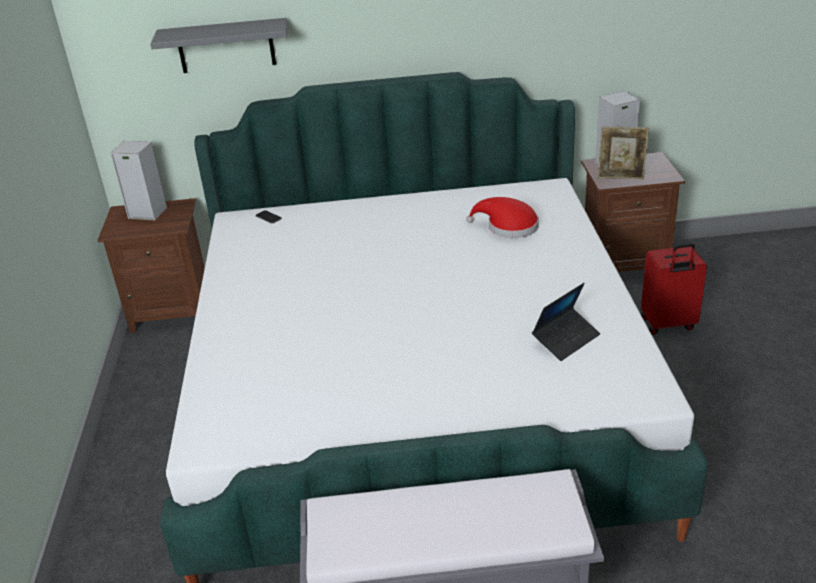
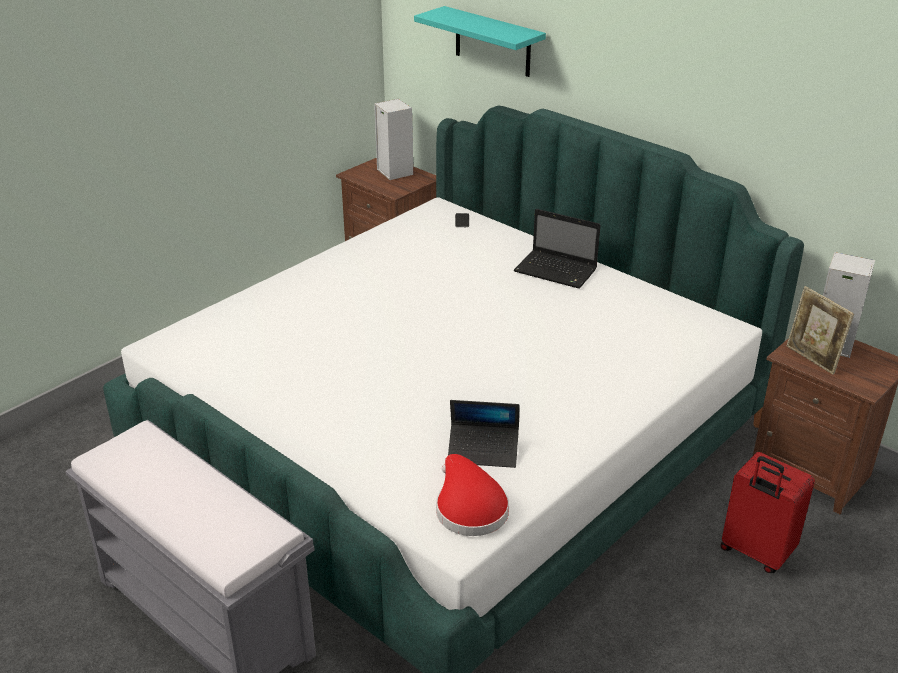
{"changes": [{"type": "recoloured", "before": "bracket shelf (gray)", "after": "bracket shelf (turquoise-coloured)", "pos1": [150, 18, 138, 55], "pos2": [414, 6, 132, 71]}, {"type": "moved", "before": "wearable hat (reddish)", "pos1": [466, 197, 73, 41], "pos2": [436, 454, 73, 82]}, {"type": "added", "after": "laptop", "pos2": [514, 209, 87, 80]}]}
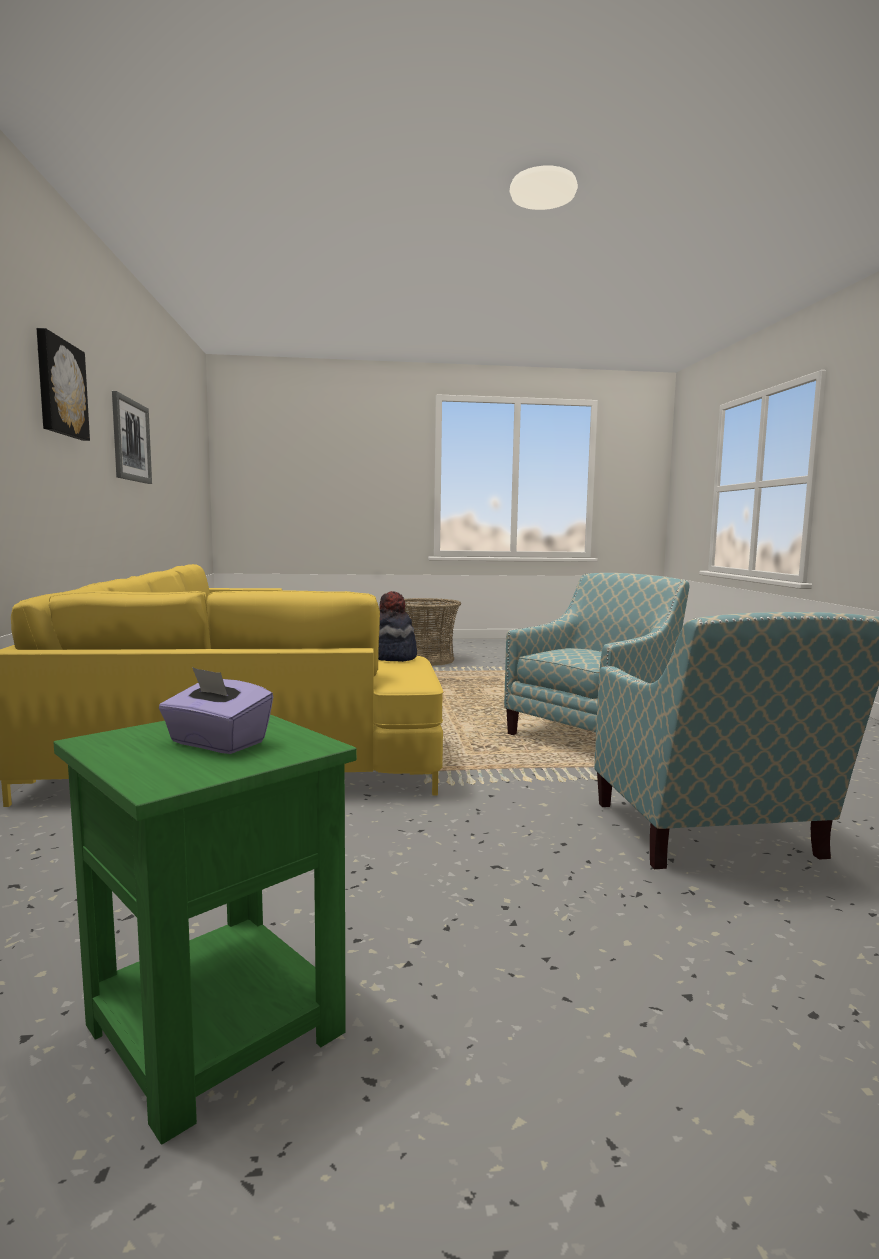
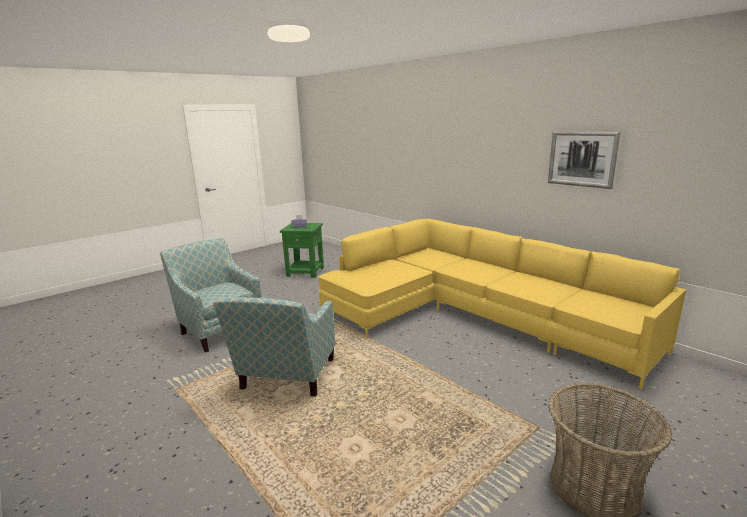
{"changes": [{"type": "removed", "before": "wall picture", "pos1": [36, 328, 54, 113]}, {"type": "removed", "before": "wearable hat", "pos1": [378, 591, 39, 71]}]}
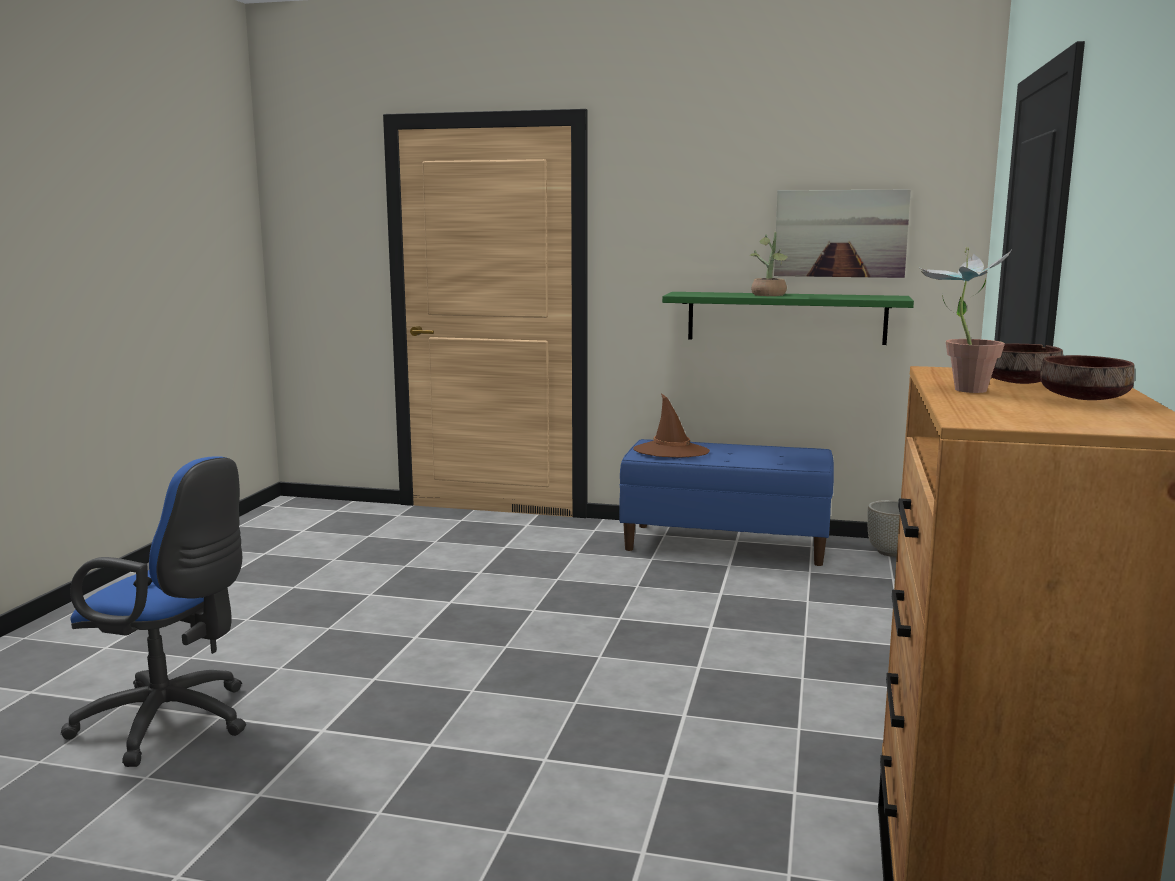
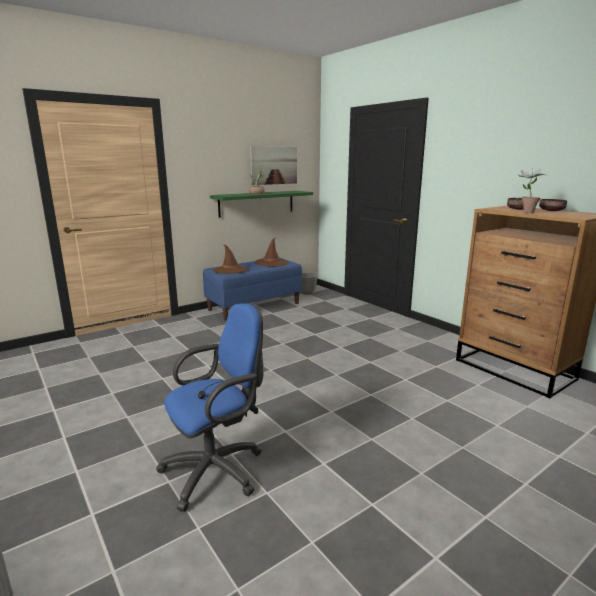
{"changes": [{"type": "added", "after": "wearable hat (brownish)", "pos2": [255, 238, 33, 29]}]}
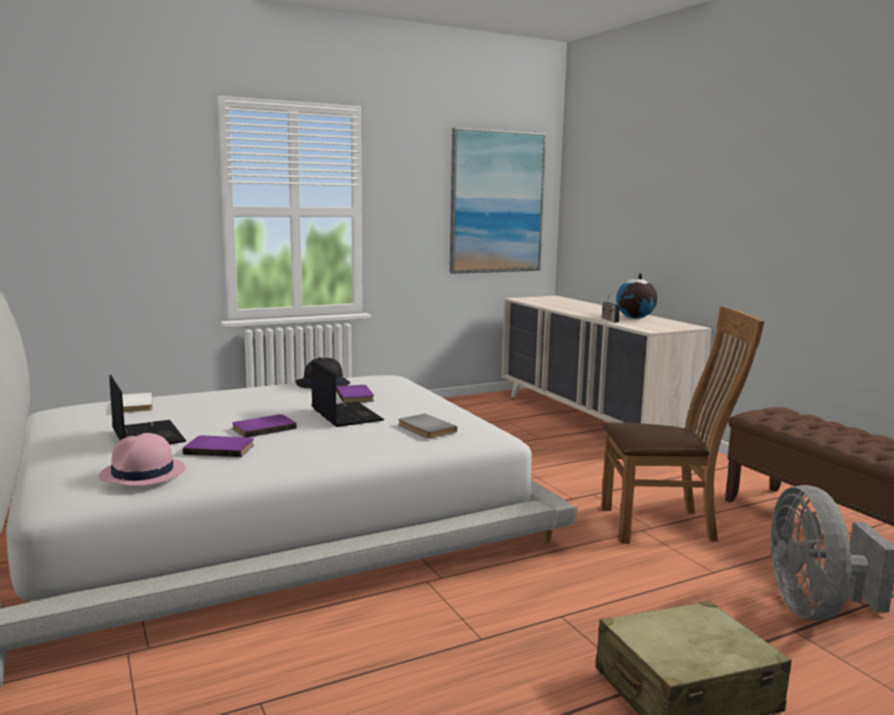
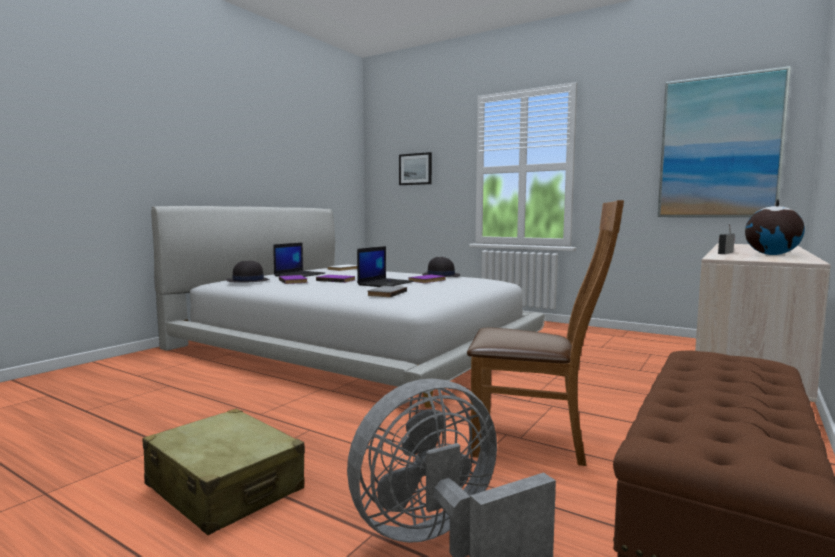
{"changes": [{"type": "recoloured", "before": "wearable hat (pink)", "after": "wearable hat (black)", "pos1": [98, 433, 88, 53], "pos2": [226, 261, 43, 22]}, {"type": "added", "after": "wall picture", "pos2": [399, 152, 33, 33]}, {"type": "turned", "before": "chair (brownish)", "pos1": [601, 306, 163, 238], "pos2": [467, 200, 157, 266], "turn": -45}]}
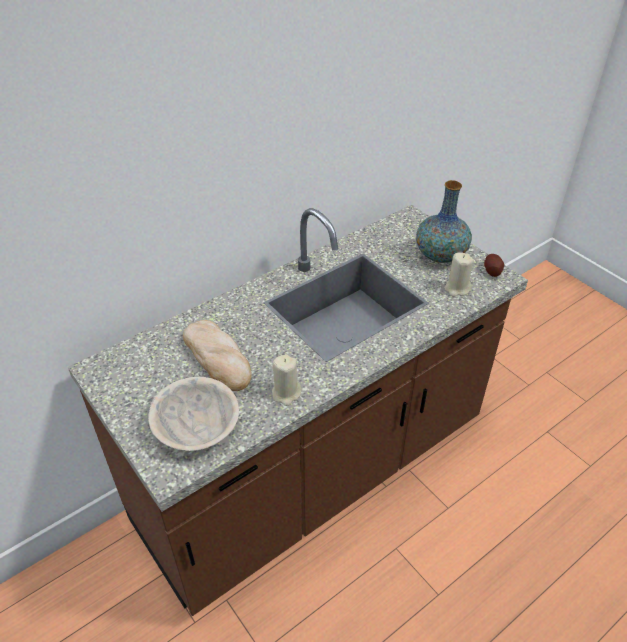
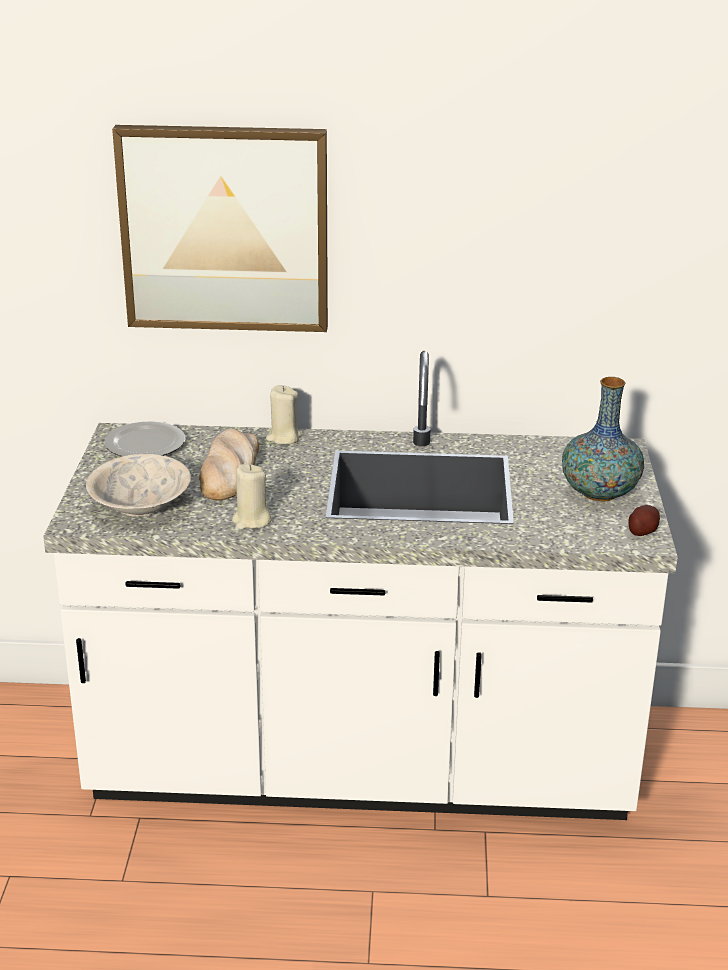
{"changes": [{"type": "recoloured", "before": "counter (brownish)", "after": "counter (whitish)", "pos1": [68, 205, 460, 411], "pos2": [43, 351, 635, 469]}, {"type": "added", "after": "flat dish", "pos2": [104, 421, 81, 36]}, {"type": "added", "after": "wall picture", "pos2": [112, 125, 216, 207]}, {"type": "moved", "before": "candle (beige)", "pos1": [444, 252, 30, 45], "pos2": [266, 385, 36, 60]}]}
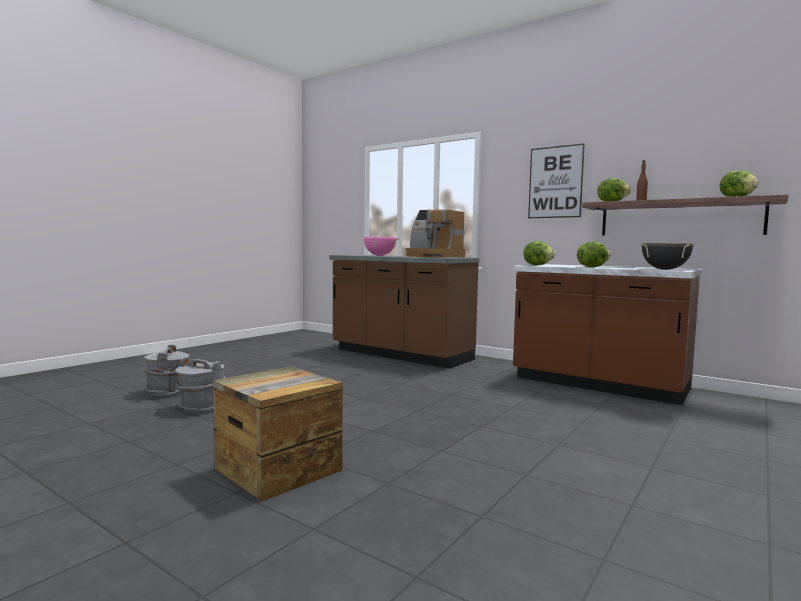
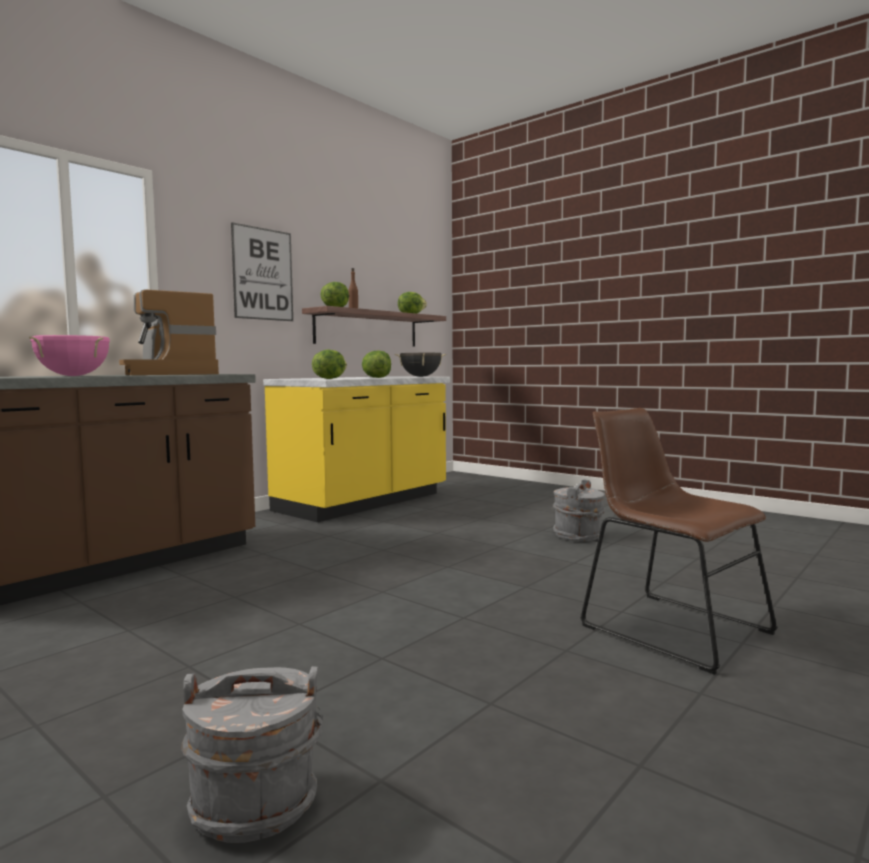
{"changes": [{"type": "turned", "before": "coffee maker", "pos1": [406, 209, 59, 49], "pos2": [119, 289, 100, 86], "turn": 105}, {"type": "recoloured", "before": "counter (brownish)", "after": "counter (yellow-coloured)", "pos1": [513, 264, 189, 141], "pos2": [263, 376, 187, 146]}, {"type": "moved", "before": "pail (gray)", "pos1": [175, 357, 50, 57], "pos2": [553, 479, 52, 62]}, {"type": "replaced", "before": "crate", "after": "chair (brownish)", "pos1": [213, 366, 130, 136], "pos2": [580, 408, 198, 267]}]}
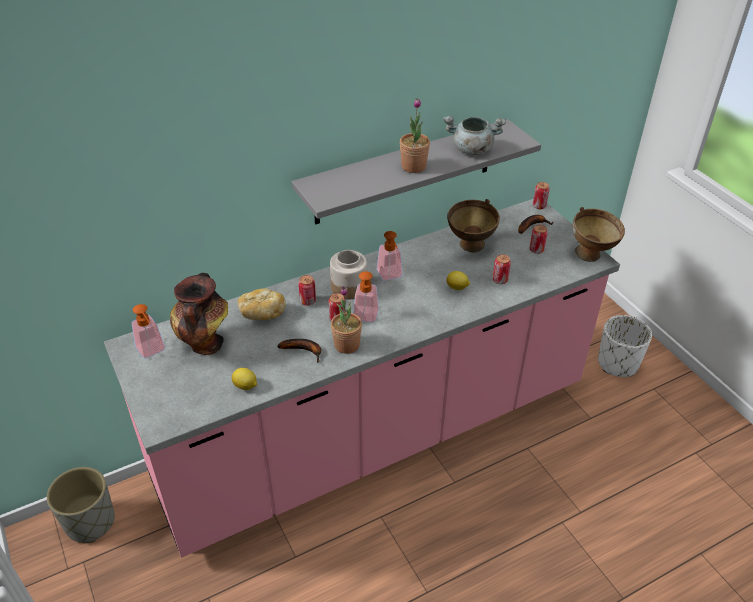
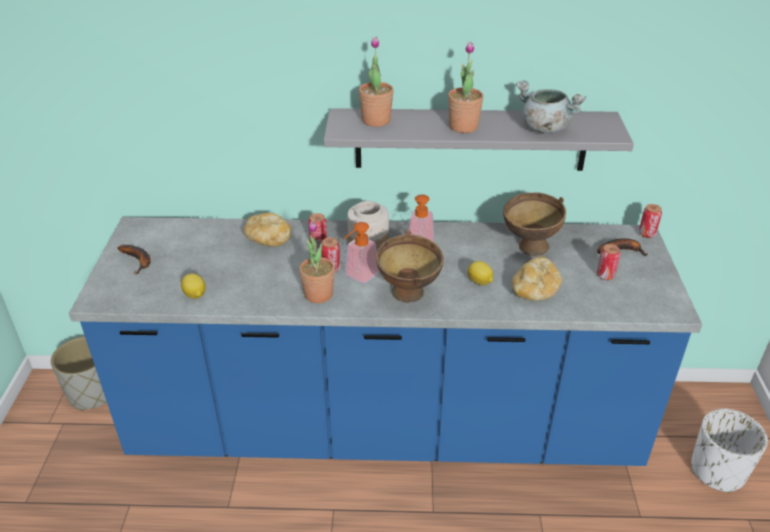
{"changes": [{"type": "recoloured", "before": "counter (pink)", "after": "counter (bluish)", "pos1": [104, 199, 516, 359], "pos2": [69, 217, 633, 249]}, {"type": "moved", "before": "banana", "pos1": [277, 339, 44, 24], "pos2": [117, 245, 34, 29]}, {"type": "added", "after": "potted plant", "pos2": [359, 37, 35, 90]}, {"type": "moved", "before": "bowl (brownish)", "pos1": [572, 207, 53, 55], "pos2": [376, 230, 68, 73]}, {"type": "replaced", "before": "metal can", "after": "bread", "pos1": [493, 254, 18, 30], "pos2": [512, 257, 50, 44]}, {"type": "removed", "before": "soap bottle", "pos1": [132, 304, 33, 54]}, {"type": "removed", "before": "decorative vase", "pos1": [170, 273, 58, 82]}]}
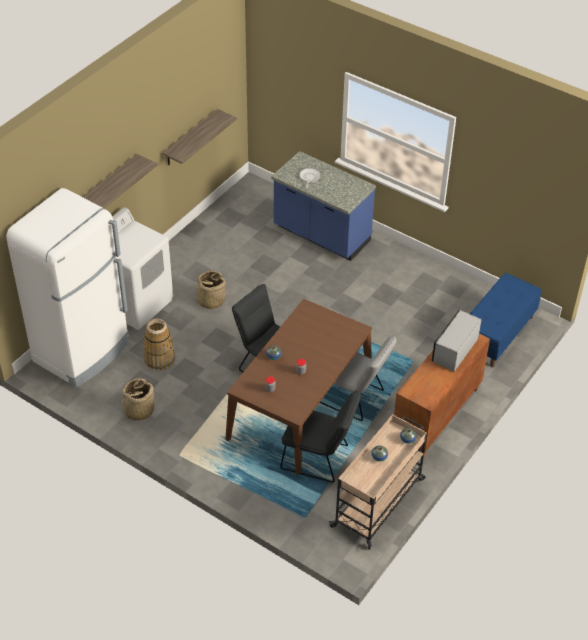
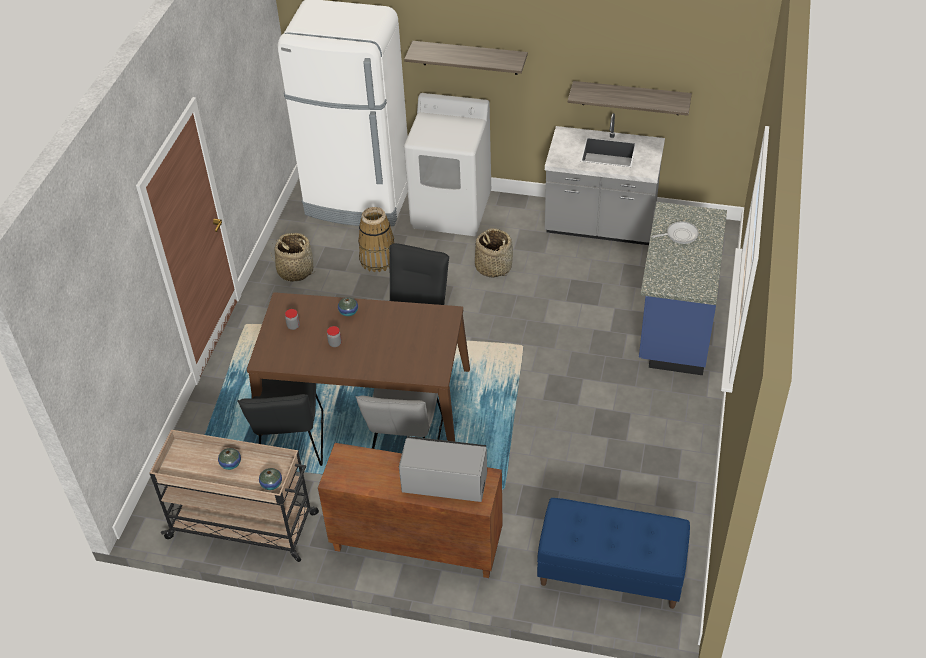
{"changes": [{"type": "added", "after": "counter (gray)", "pos2": [545, 113, 120, 132]}]}
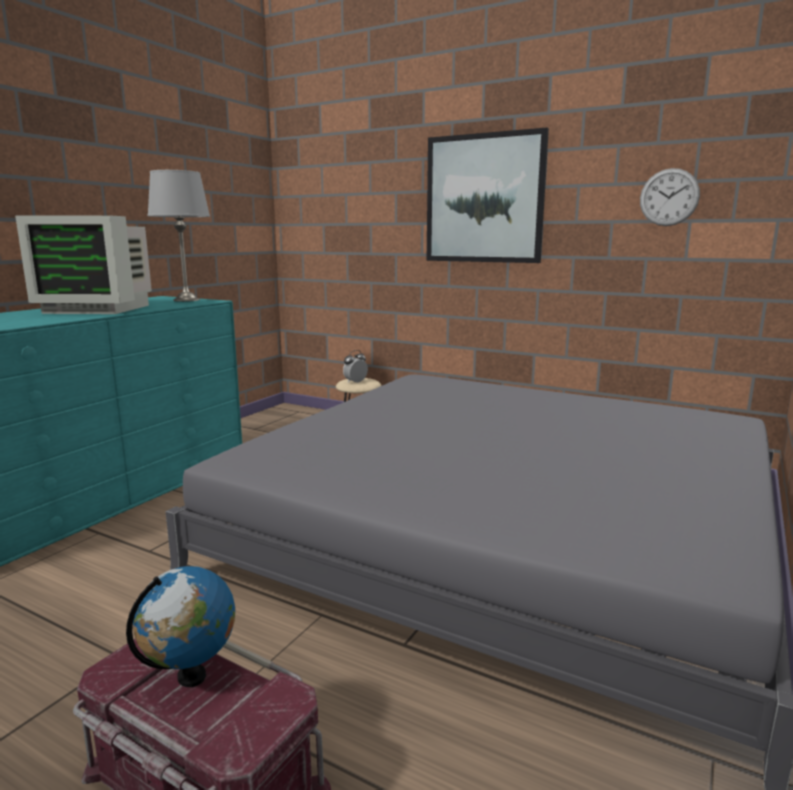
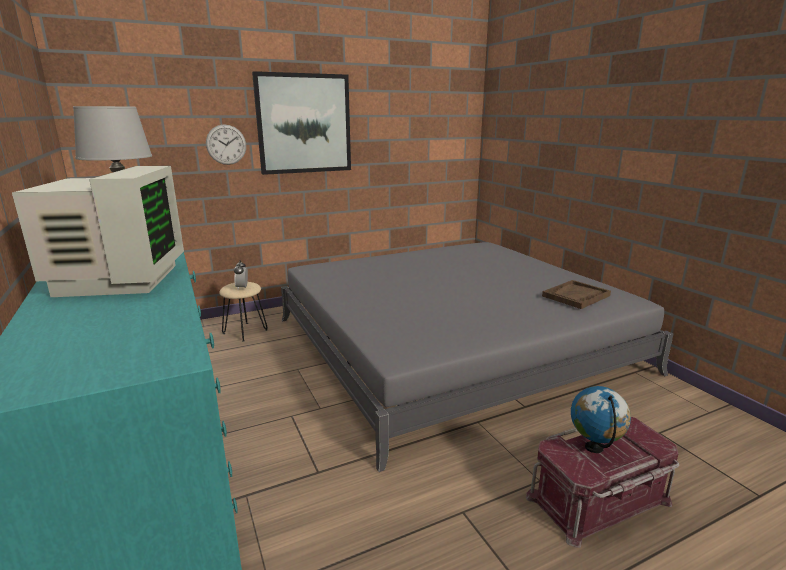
{"changes": [{"type": "turned", "before": "monitor", "pos1": [15, 215, 137, 99], "pos2": [12, 166, 172, 131], "turn": -45}, {"type": "moved", "before": "hanging clock", "pos1": [640, 168, 60, 58], "pos2": [206, 125, 40, 40]}, {"type": "added", "after": "serving tray (brownish)", "pos2": [542, 280, 69, 29]}]}
